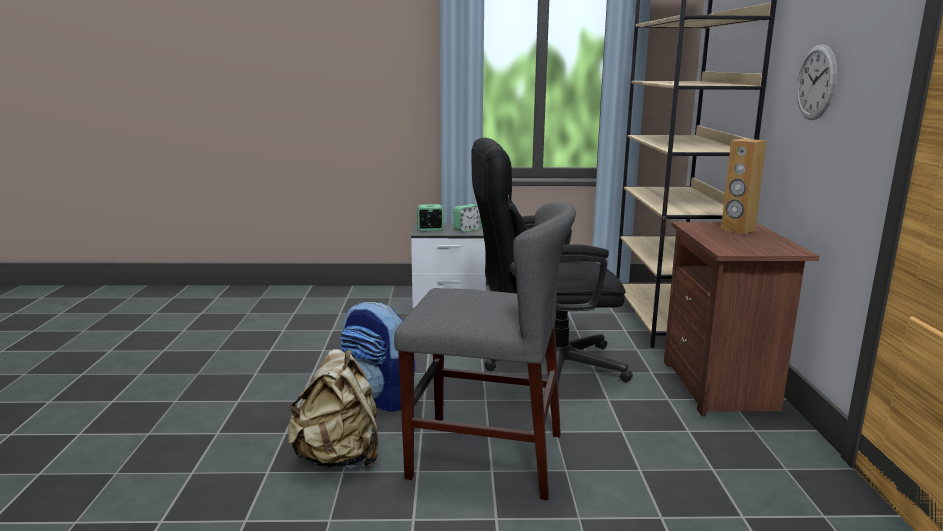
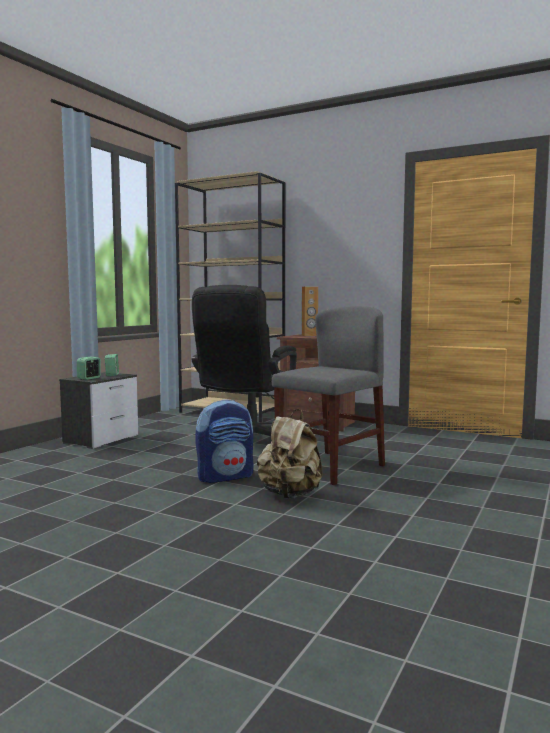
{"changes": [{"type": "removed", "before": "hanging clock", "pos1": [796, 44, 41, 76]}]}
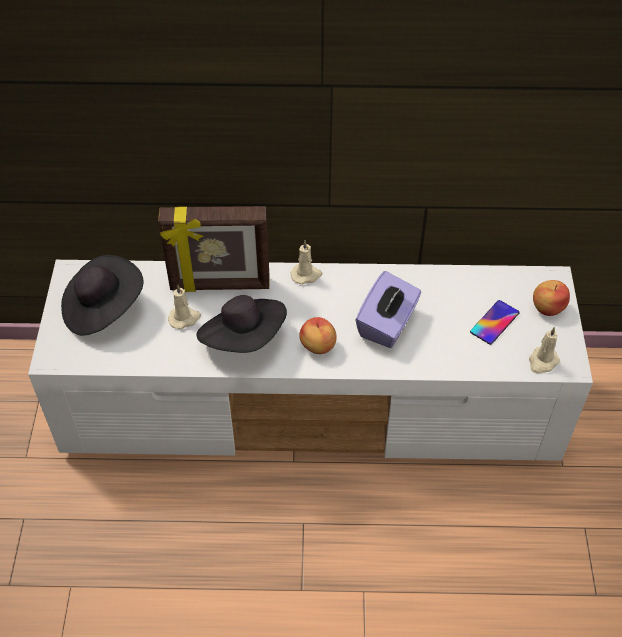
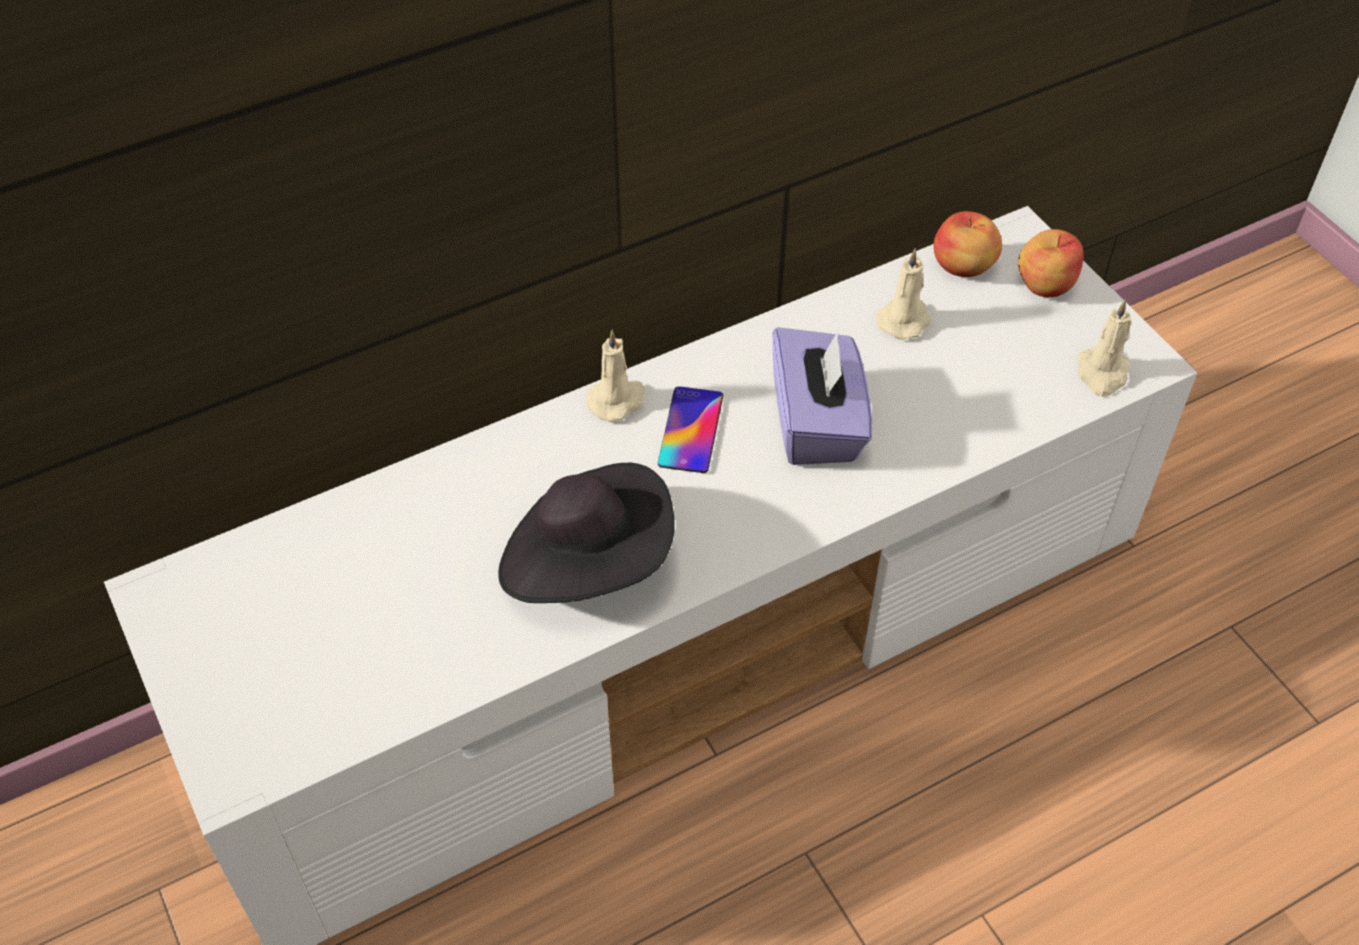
{"changes": [{"type": "moved", "before": "handset", "pos1": [470, 300, 50, 45], "pos2": [658, 386, 65, 87]}, {"type": "moved", "before": "candle (beige)", "pos1": [168, 285, 33, 44], "pos2": [875, 248, 56, 92]}, {"type": "moved", "before": "whole apple", "pos1": [299, 317, 37, 37], "pos2": [933, 211, 69, 66]}, {"type": "removed", "before": "wearable hat (black)", "pos1": [61, 255, 83, 80]}, {"type": "removed", "before": "picture frame", "pos1": [158, 206, 112, 86]}]}
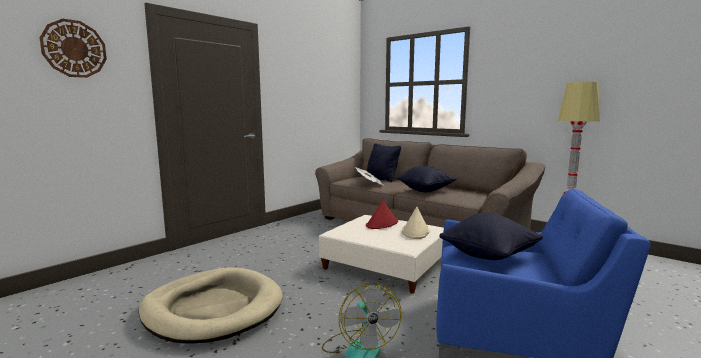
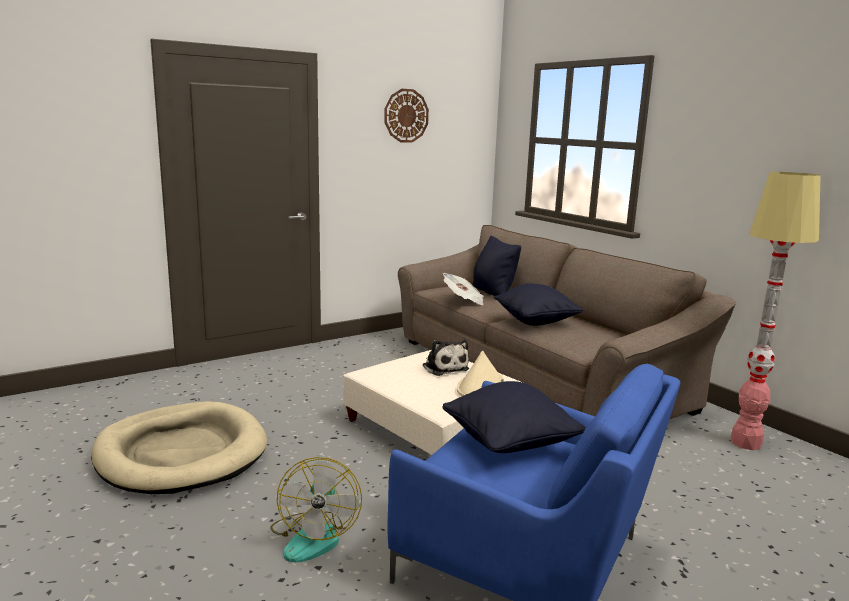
{"changes": [{"type": "moved", "before": "hanging clock", "pos1": [40, 19, 67, 59], "pos2": [384, 89, 45, 54]}, {"type": "replaced", "before": "wearable hat (reddish)", "after": "soft toy", "pos1": [366, 200, 32, 29], "pos2": [422, 339, 47, 37]}]}
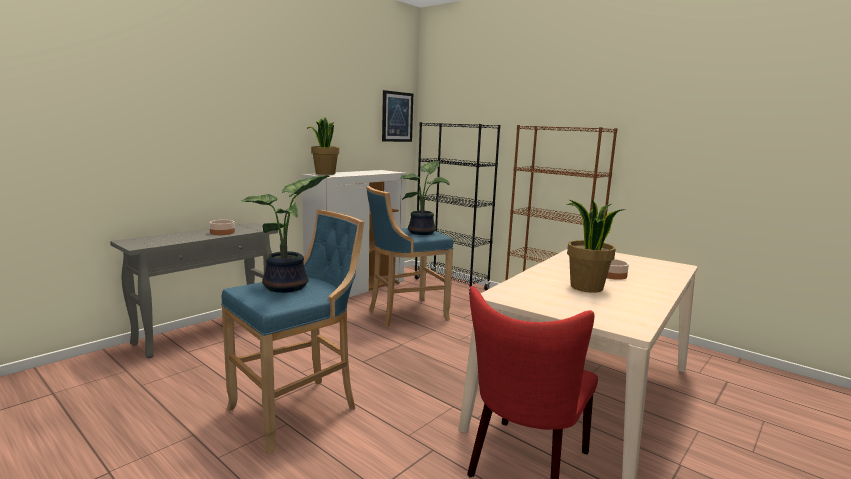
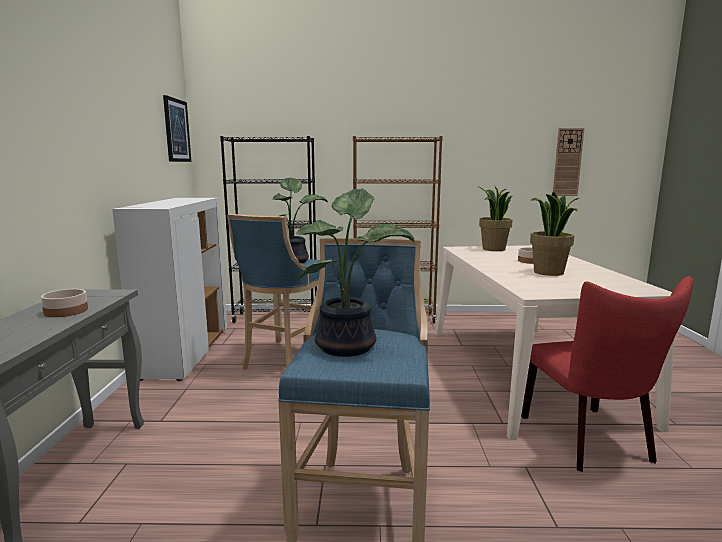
{"changes": [{"type": "moved", "before": "potted plant", "pos1": [307, 118, 32, 57], "pos2": [478, 185, 35, 66]}, {"type": "added", "after": "hanging clock", "pos2": [553, 128, 31, 68]}]}
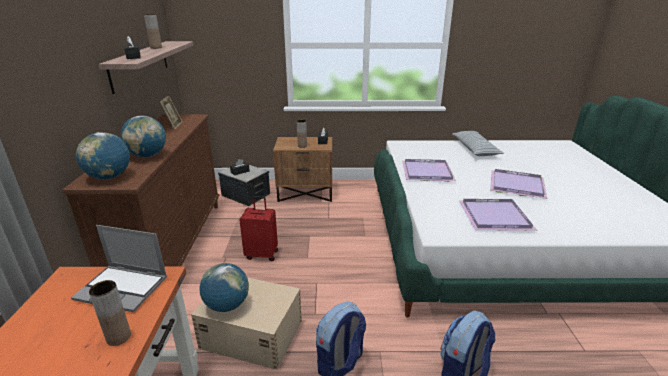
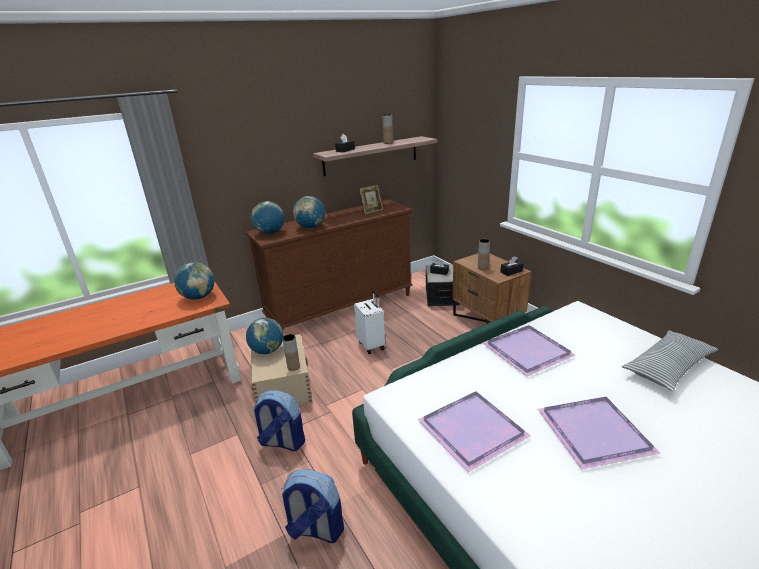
{"changes": [{"type": "replaced", "before": "laptop", "after": "desk globe", "pos1": [71, 225, 96, 87], "pos2": [174, 262, 40, 38]}, {"type": "moved", "before": "decorative vase (brownish)", "pos1": [89, 280, 42, 66], "pos2": [282, 334, 18, 37]}, {"type": "recoloured", "before": "piece of luggage (reddish)", "after": "piece of luggage (whitish)", "pos1": [239, 196, 39, 66], "pos2": [354, 291, 31, 63]}]}
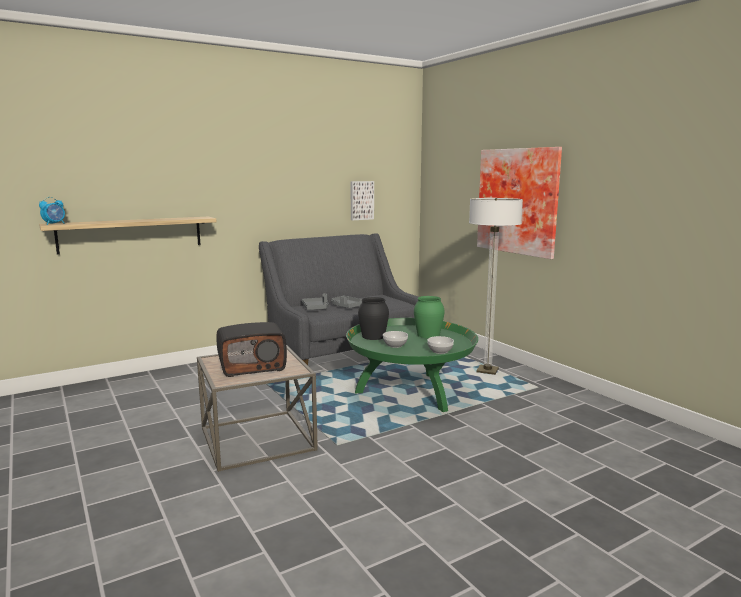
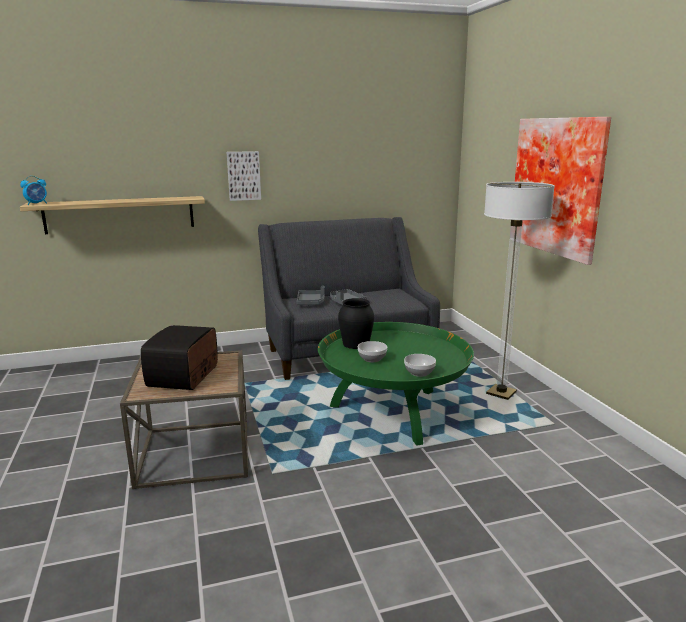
{"changes": [{"type": "turned", "before": "radio", "pos1": [217, 322, 70, 55], "pos2": [141, 325, 77, 65], "turn": 105}, {"type": "moved", "before": "wall picture", "pos1": [350, 181, 24, 39], "pos2": [227, 151, 34, 50]}, {"type": "removed", "before": "decorative vase (green-coloured)", "pos1": [414, 296, 31, 42]}]}
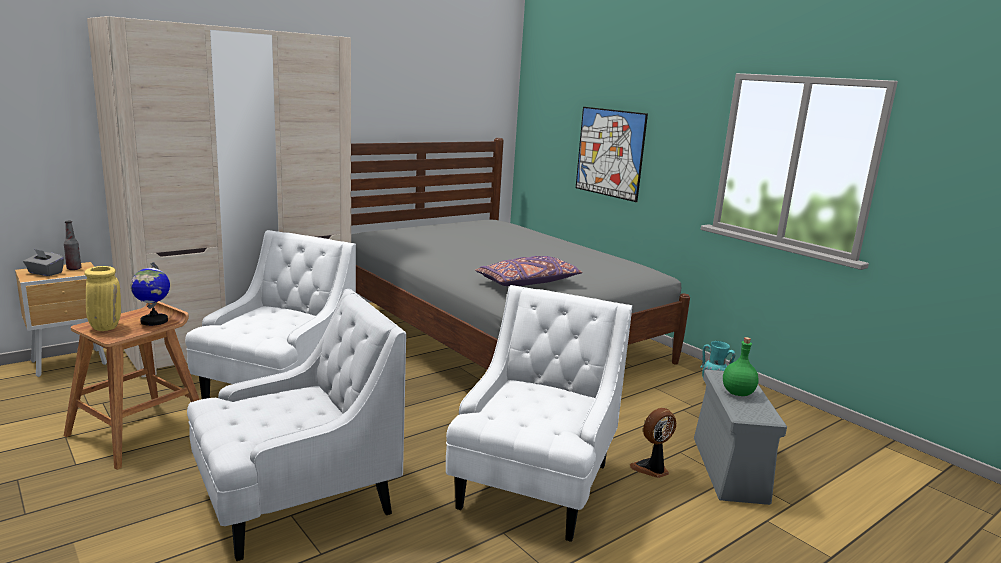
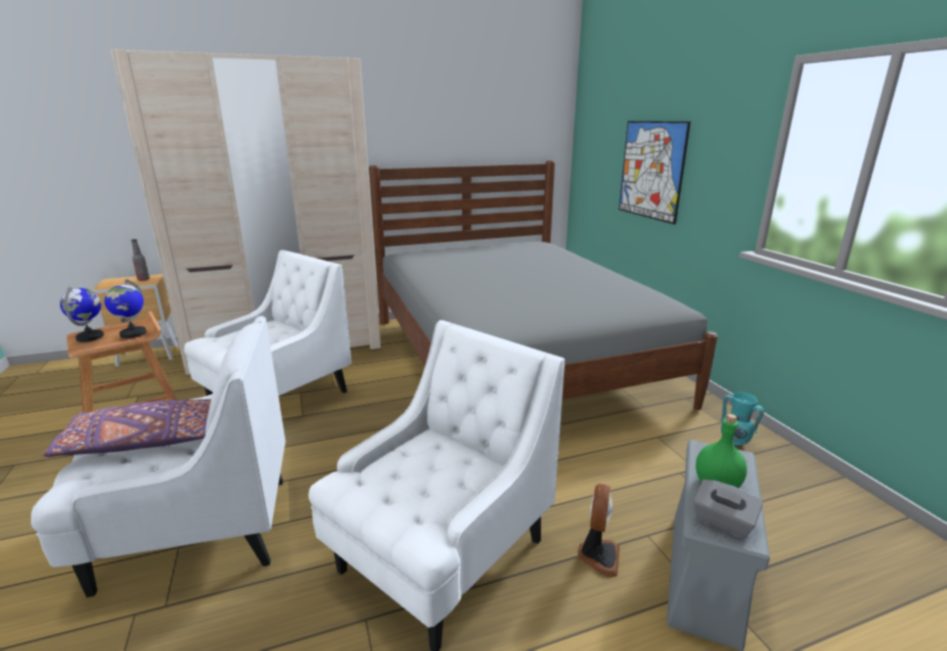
{"changes": [{"type": "moved", "before": "cushion (purple)", "pos1": [475, 256, 108, 30], "pos2": [42, 399, 169, 58]}, {"type": "replaced", "before": "decorative vase (yellow-coloured)", "after": "desk globe", "pos1": [84, 266, 37, 65], "pos2": [60, 287, 44, 55]}, {"type": "turned", "before": "cooling fan", "pos1": [630, 408, 46, 70], "pos2": [578, 484, 42, 94], "turn": 120}, {"type": "moved", "before": "tissue box (gray)", "pos1": [23, 249, 41, 27], "pos2": [693, 479, 70, 60]}]}
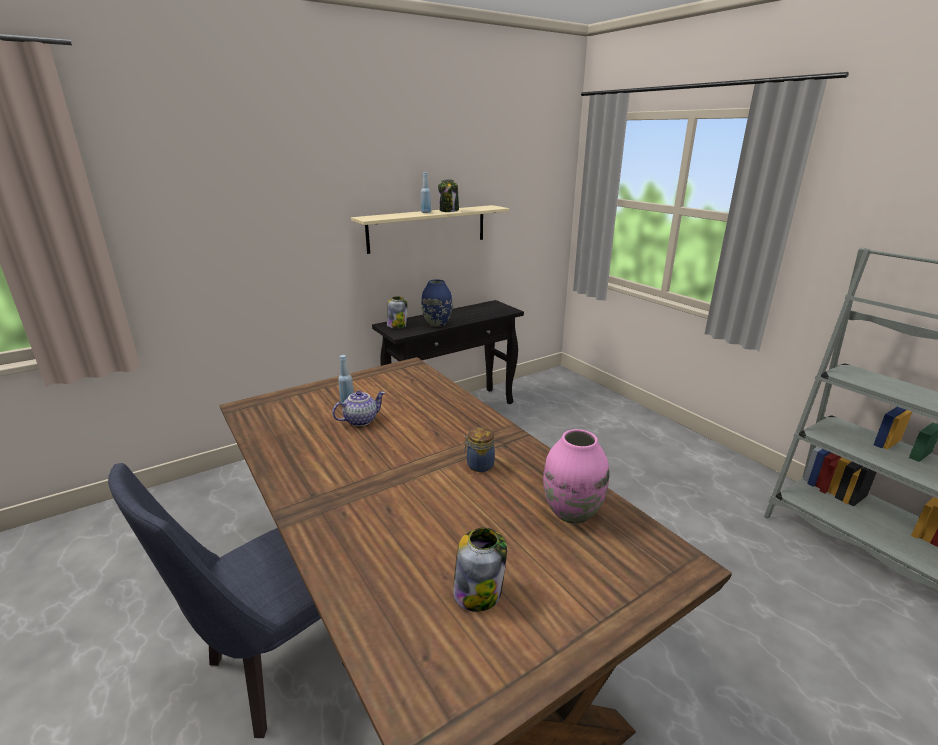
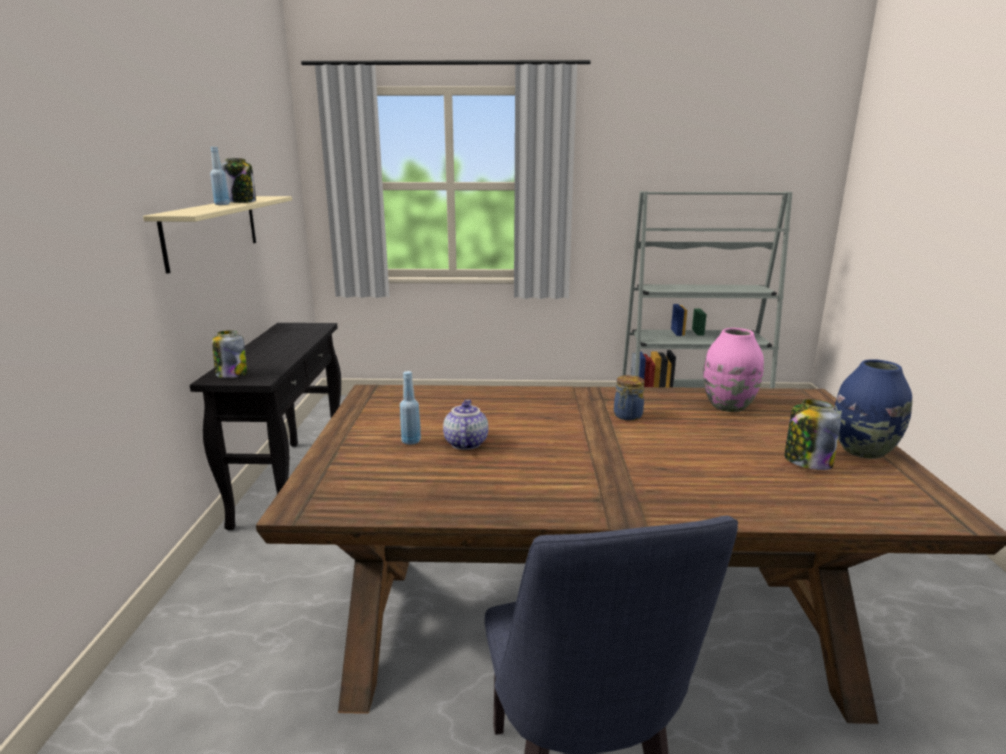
{"changes": [{"type": "moved", "before": "decorative vase (bluish)", "pos1": [421, 279, 32, 48], "pos2": [834, 359, 78, 100]}]}
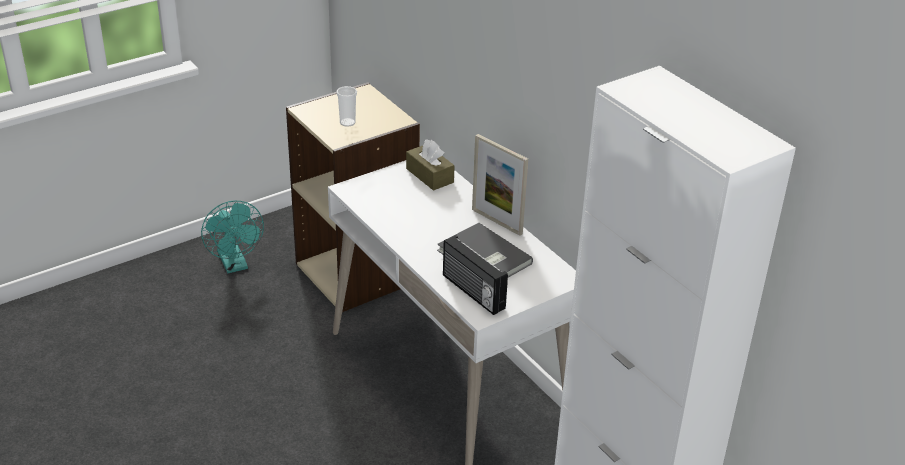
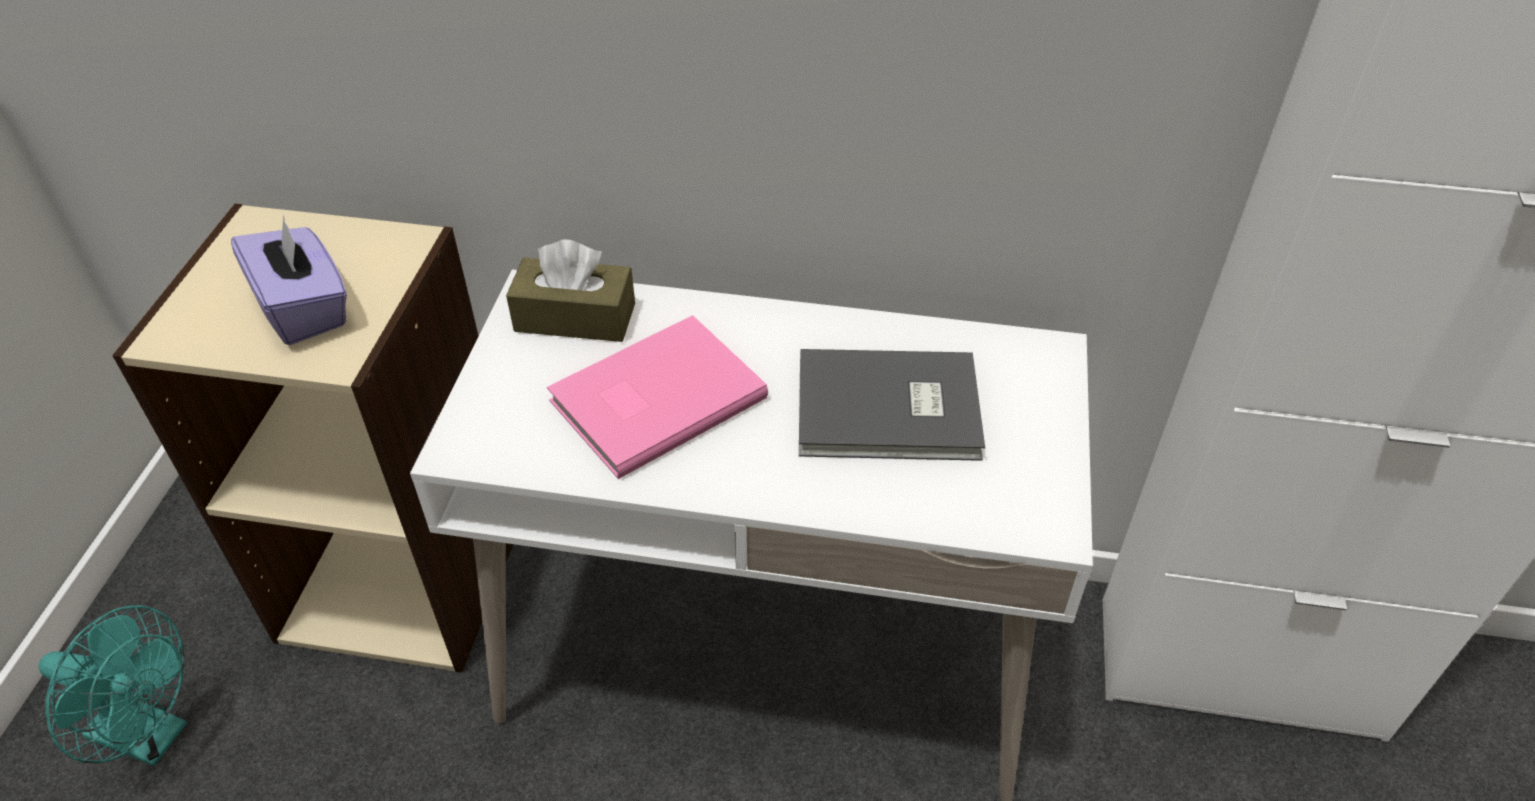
{"changes": [{"type": "replaced", "before": "drinking cup", "after": "tissue box (purple)", "pos1": [336, 86, 21, 41], "pos2": [231, 215, 116, 130]}, {"type": "added", "after": "volume (pink)", "pos2": [547, 315, 221, 164]}, {"type": "removed", "before": "radio", "pos1": [443, 235, 65, 80]}, {"type": "removed", "before": "picture frame", "pos1": [472, 134, 56, 102]}]}
